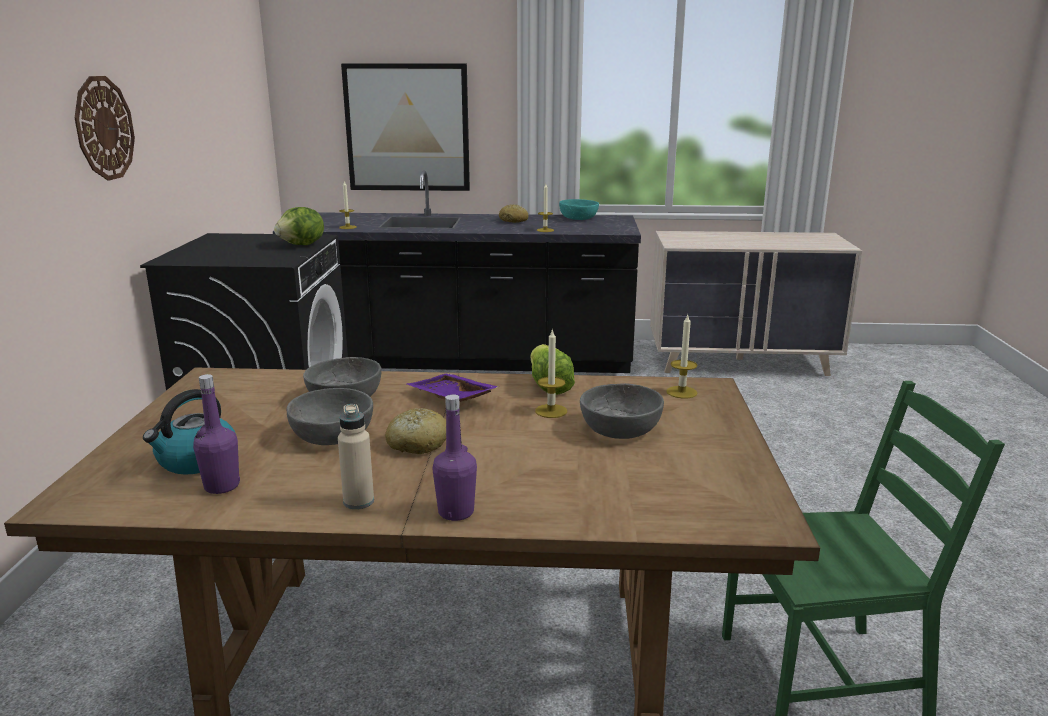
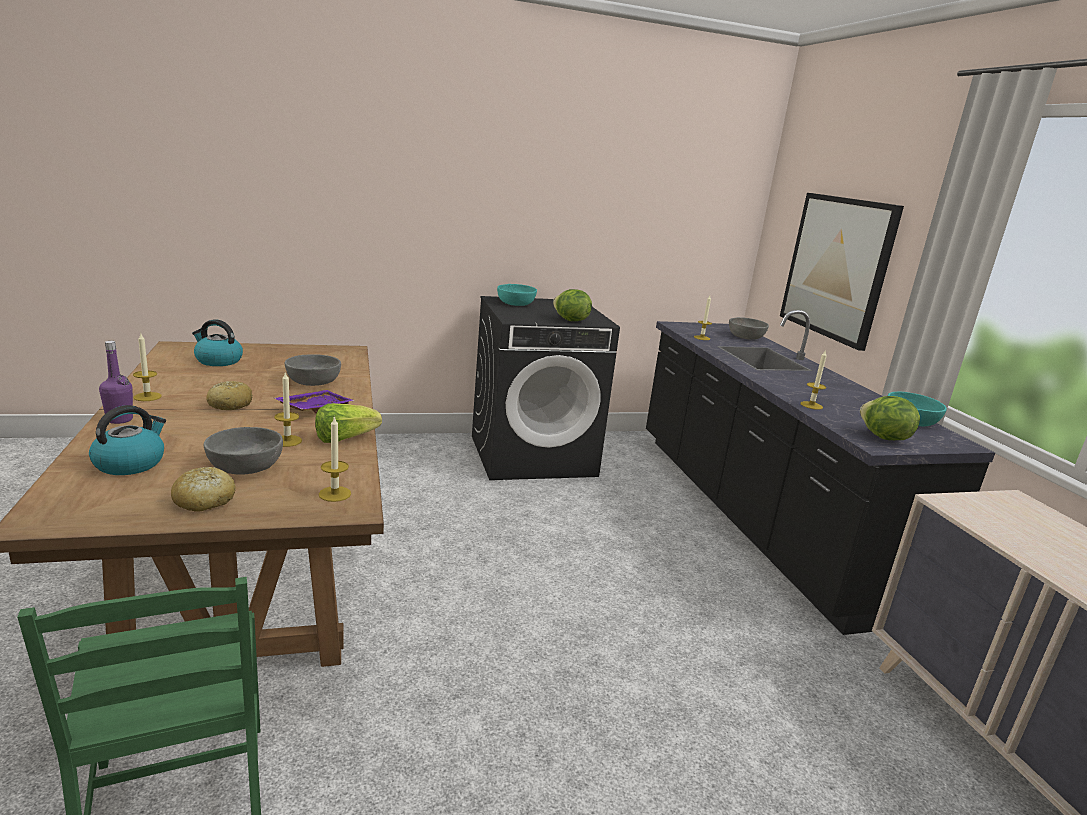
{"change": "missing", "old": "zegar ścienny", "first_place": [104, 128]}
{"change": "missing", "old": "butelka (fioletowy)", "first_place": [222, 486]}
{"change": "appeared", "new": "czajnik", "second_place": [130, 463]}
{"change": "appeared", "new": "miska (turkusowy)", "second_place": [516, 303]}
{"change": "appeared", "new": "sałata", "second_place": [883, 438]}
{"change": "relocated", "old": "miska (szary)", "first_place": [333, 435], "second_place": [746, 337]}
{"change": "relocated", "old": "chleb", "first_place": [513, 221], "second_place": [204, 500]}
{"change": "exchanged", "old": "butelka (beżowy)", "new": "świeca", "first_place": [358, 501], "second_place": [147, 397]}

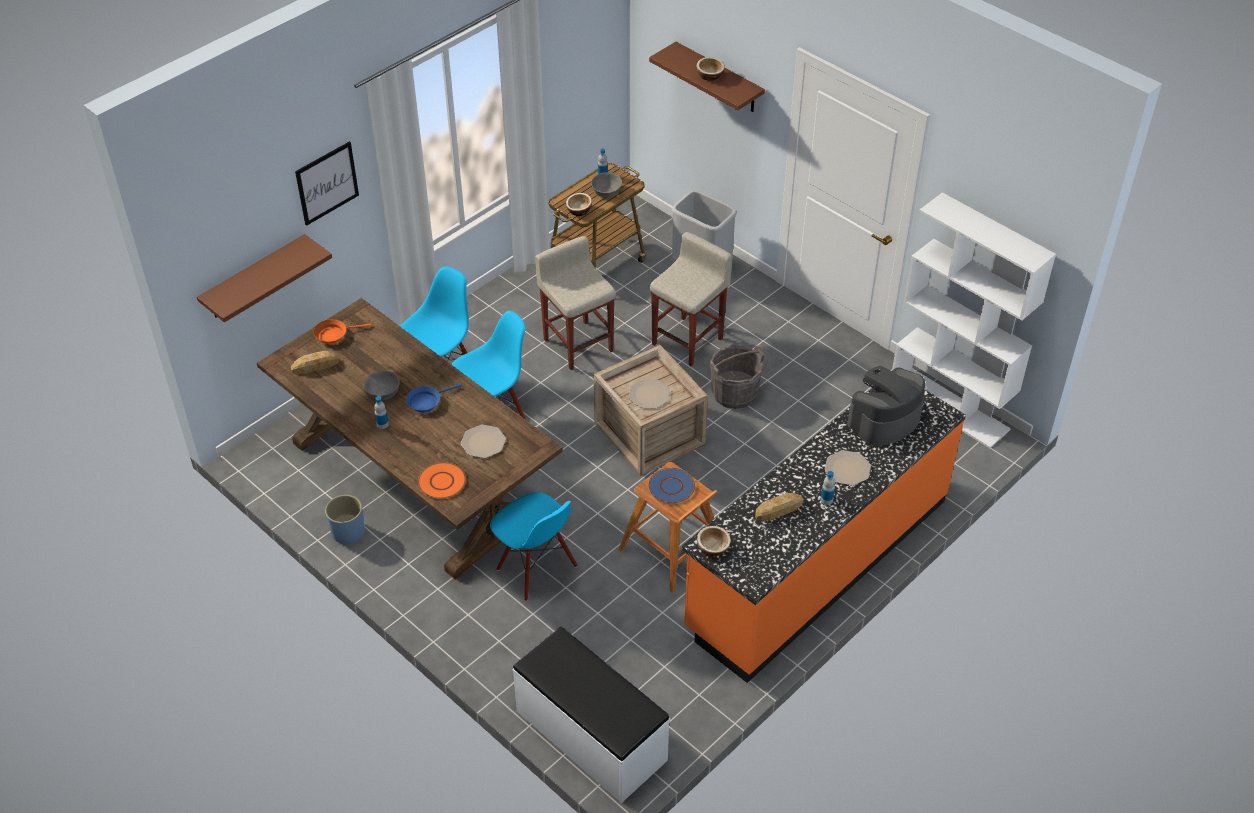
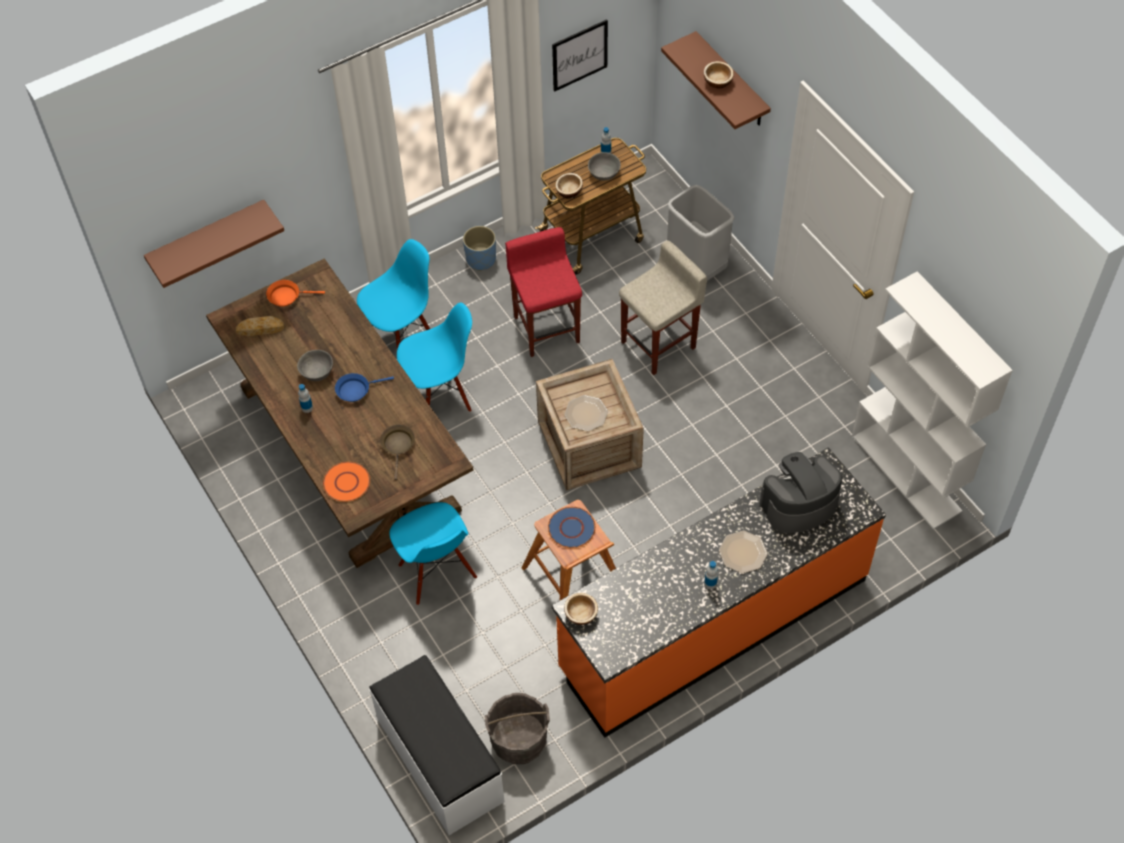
{"change": "missing", "old": "chleb", "first_place": [779, 509]}
{"change": "relocated", "old": "obraz", "first_place": [327, 183], "second_place": [579, 55]}
{"change": "relocated", "old": "donica (niebieski)", "first_place": [348, 532], "second_place": [481, 259]}
{"change": "relocated", "old": "wiadro (szary)", "first_place": [734, 393], "second_place": [519, 741]}
{"change": "exchanged", "old": "talerz", "new": "patelnia (brązowy)", "first_place": [483, 442], "second_place": [398, 446]}
{"change": "colour", "old": "stołek (beżowy)", "new": "stołek (czerwony)", "first_place": [578, 344], "second_place": [546, 328]}

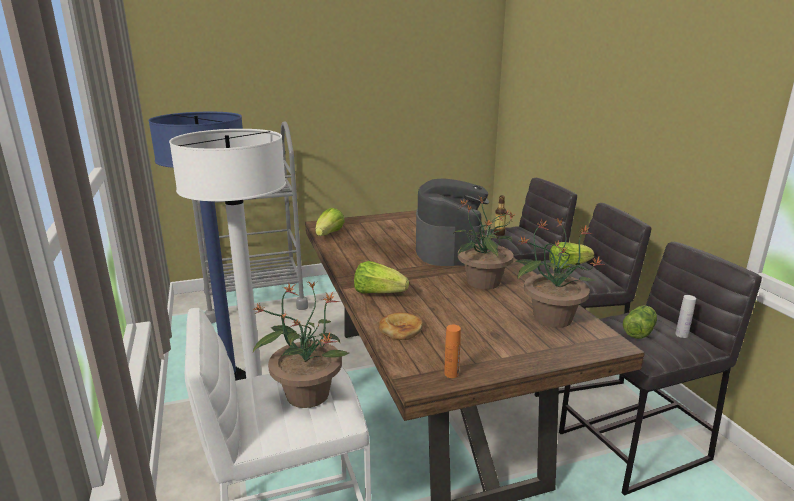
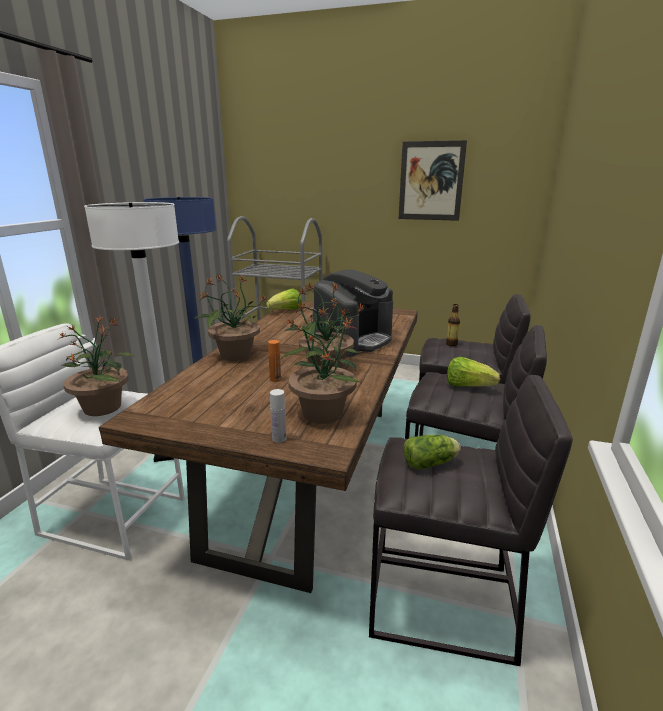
{"change": "missing", "old": "chleb", "first_place": [400, 329]}
{"change": "appeared", "new": "obraz", "second_place": [431, 181]}
{"change": "relocated", "old": "butelka (pomarańczowy)", "first_place": [451, 374], "second_place": [275, 379]}
{"change": "relocated", "old": "butelka (biały)", "first_place": [681, 335], "second_place": [279, 438]}
{"change": "exchanged", "old": "sałata", "new": "roślina doniczkowa", "first_place": [378, 293], "second_place": [235, 355]}

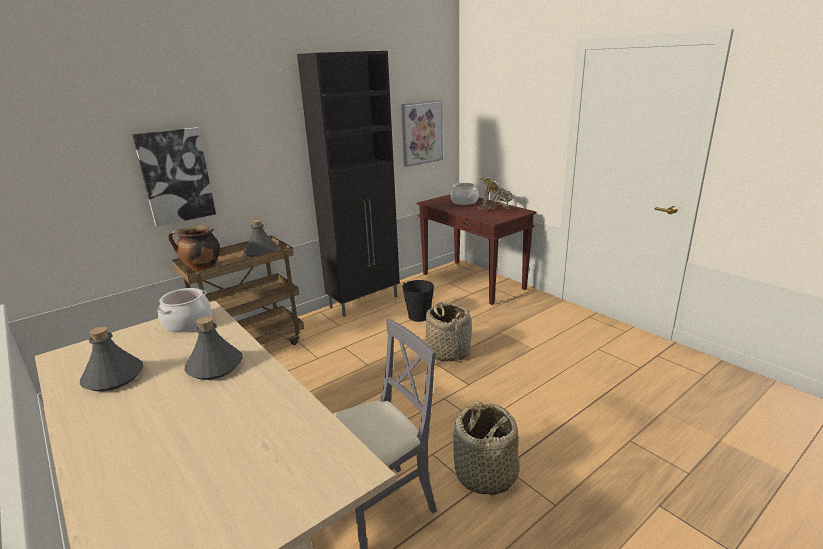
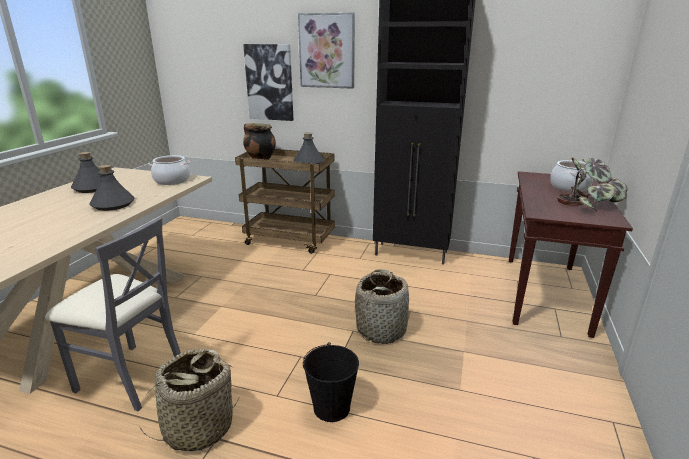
{"change": "relocated", "old": "obraz", "first_place": [421, 133], "second_place": [327, 51]}
{"change": "relocated", "old": "wiadro (czarny)", "first_place": [419, 316], "second_place": [332, 407]}

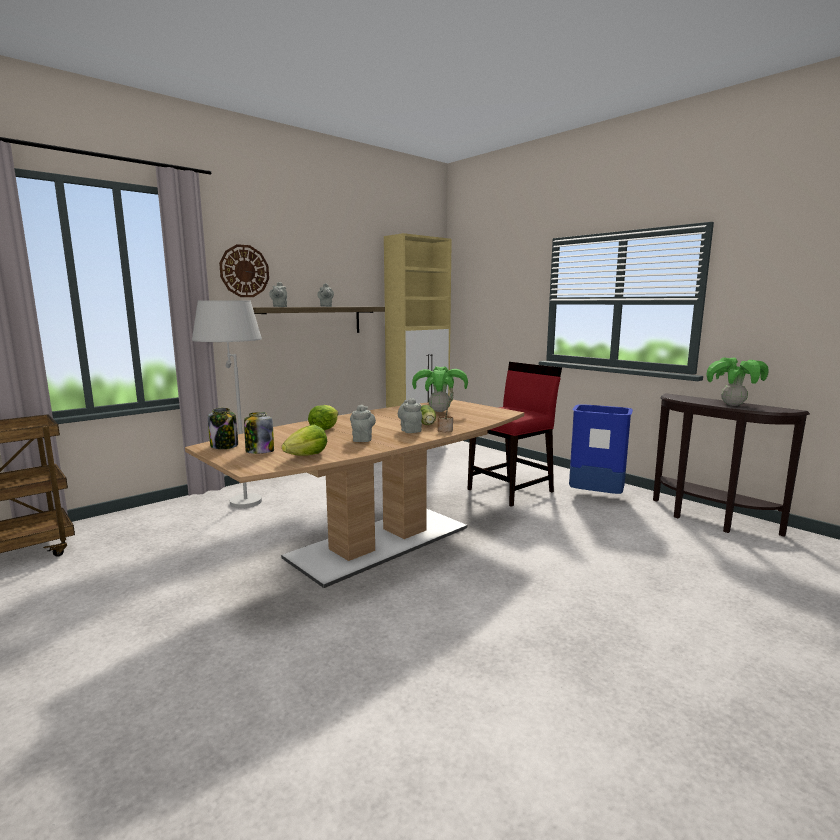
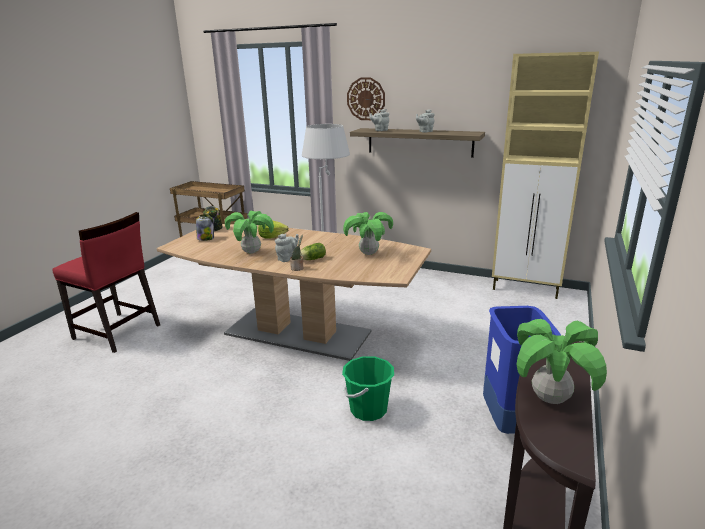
{"change": "missing", "old": "sałata", "first_place": [307, 456]}
{"change": "appeared", "new": "wiadro (zielony)", "second_place": [368, 409]}
{"change": "relocated", "old": "krzesło (czerwony)", "first_place": [511, 490], "second_place": [117, 332]}
{"change": "exchanged", "old": "imbryk (szary)", "new": "roślina doniczkowa", "first_place": [362, 439], "second_place": [251, 252]}

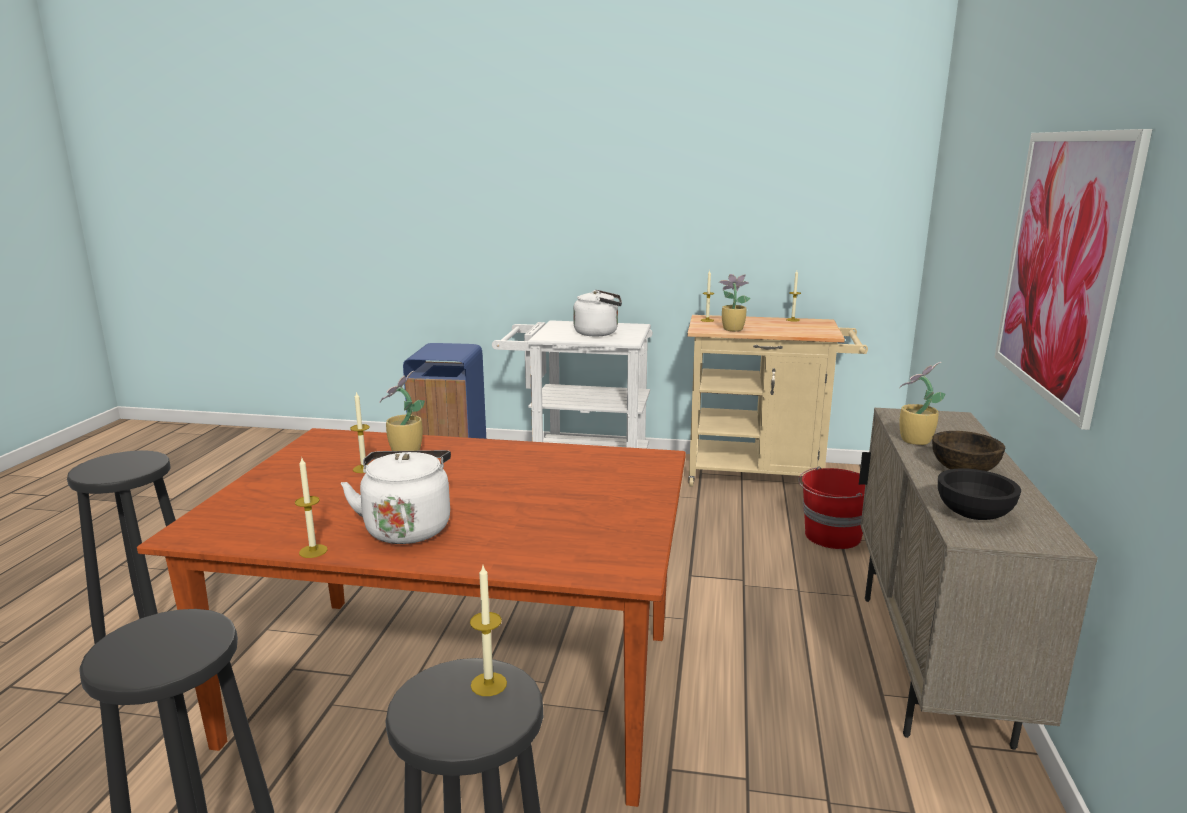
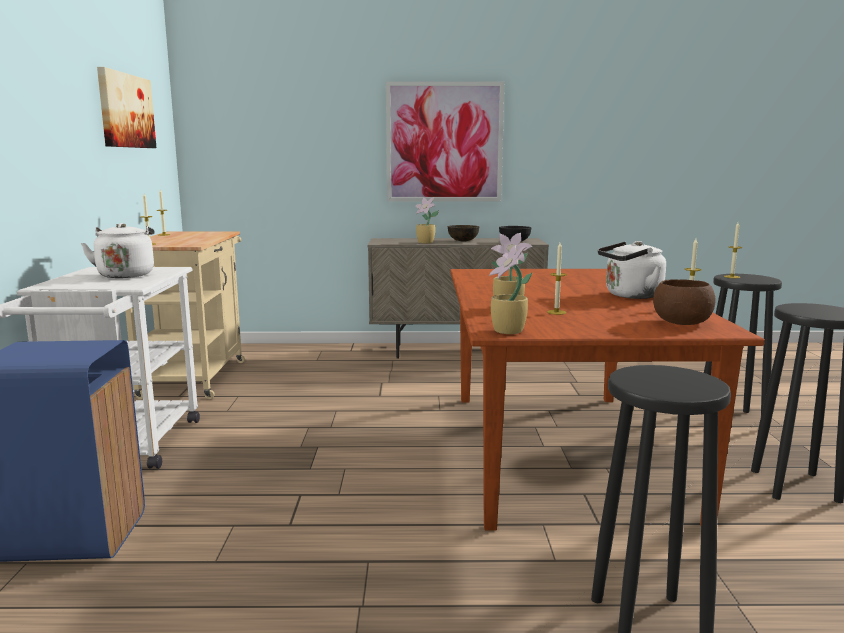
{"change": "missing", "old": "wiadro (czerwony)", "first_place": [831, 536]}
{"change": "appeared", "new": "obraz", "second_place": [126, 111]}
{"change": "appeared", "new": "miska (brązowy)", "second_place": [682, 322]}
{"change": "relocated", "old": "roślina doniczkowa", "first_place": [731, 329], "second_place": [508, 331]}

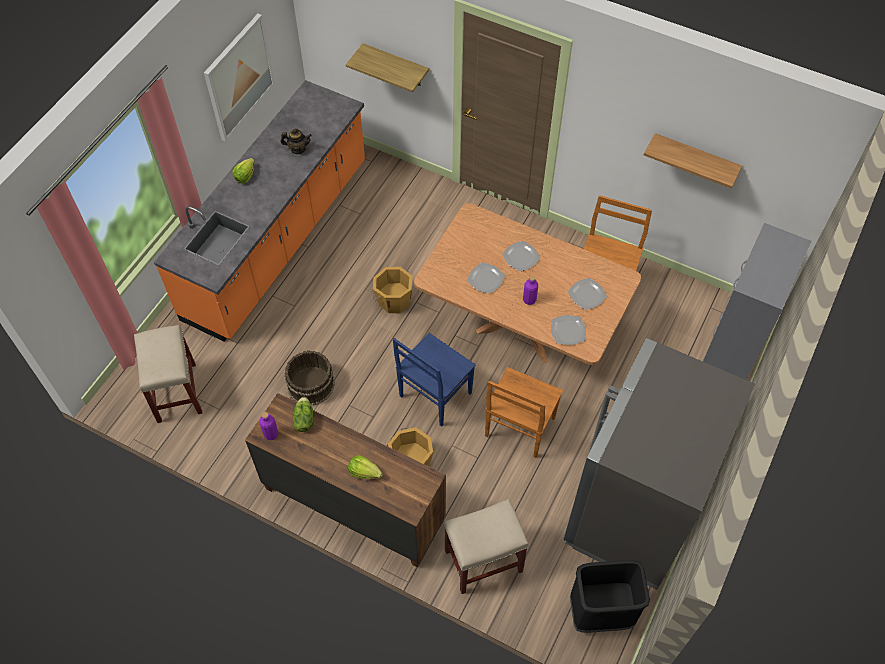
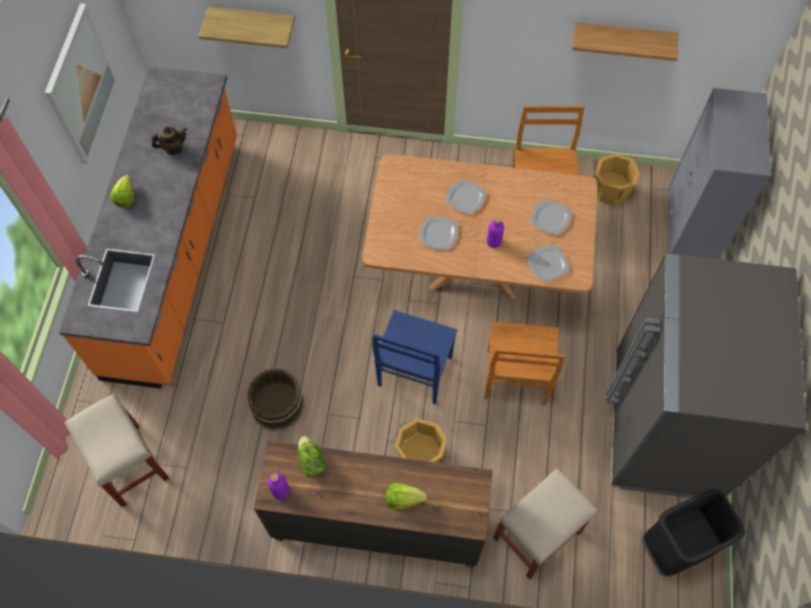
{"change": "relocated", "old": "wiadro (pomarańczowy)", "first_place": [393, 300], "second_place": [610, 191]}

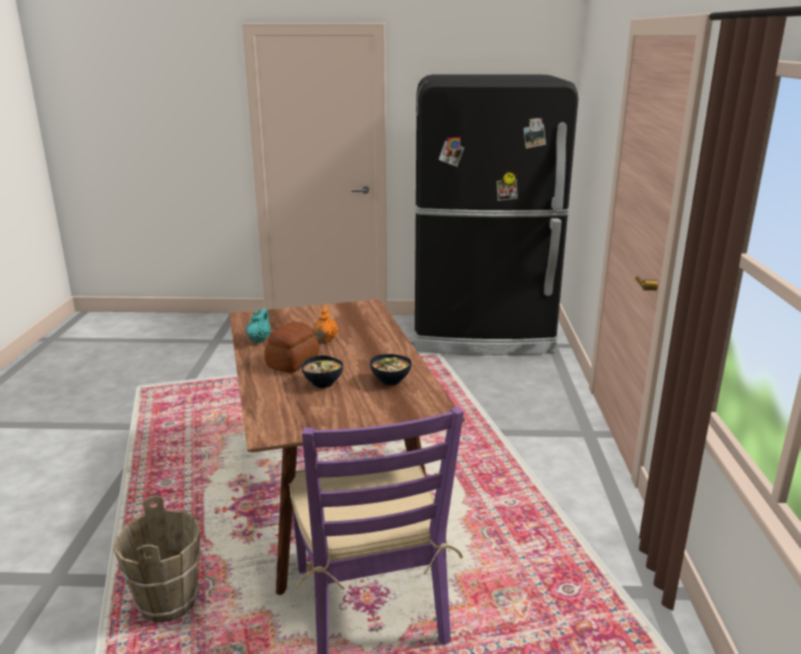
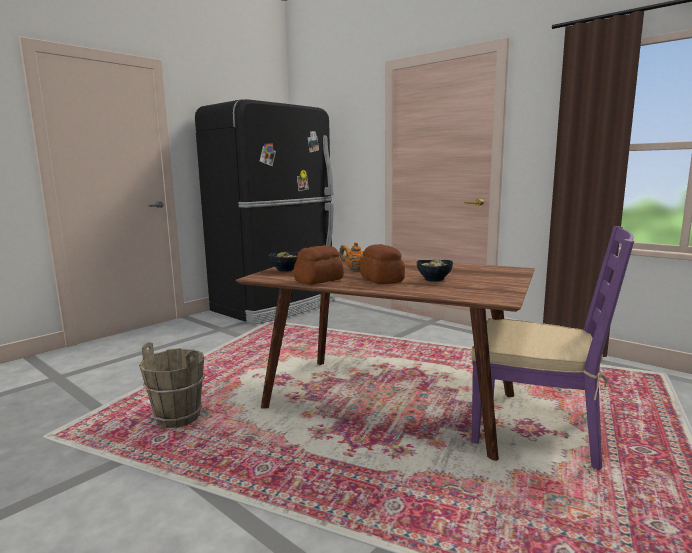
{"change": "relocated", "old": "wiadro (brązowy)", "first_place": [169, 602], "second_place": [178, 418]}
{"change": "relocated", "old": "miska", "first_place": [390, 380], "second_place": [285, 270]}
{"change": "exchanged", "old": "imbryk (turkusowy)", "new": "chleb", "first_place": [259, 340], "second_place": [318, 280]}

